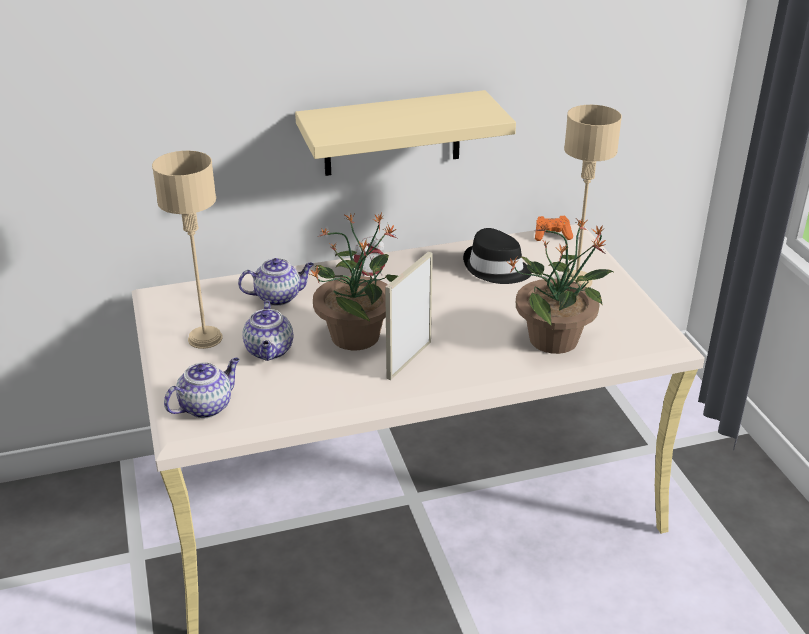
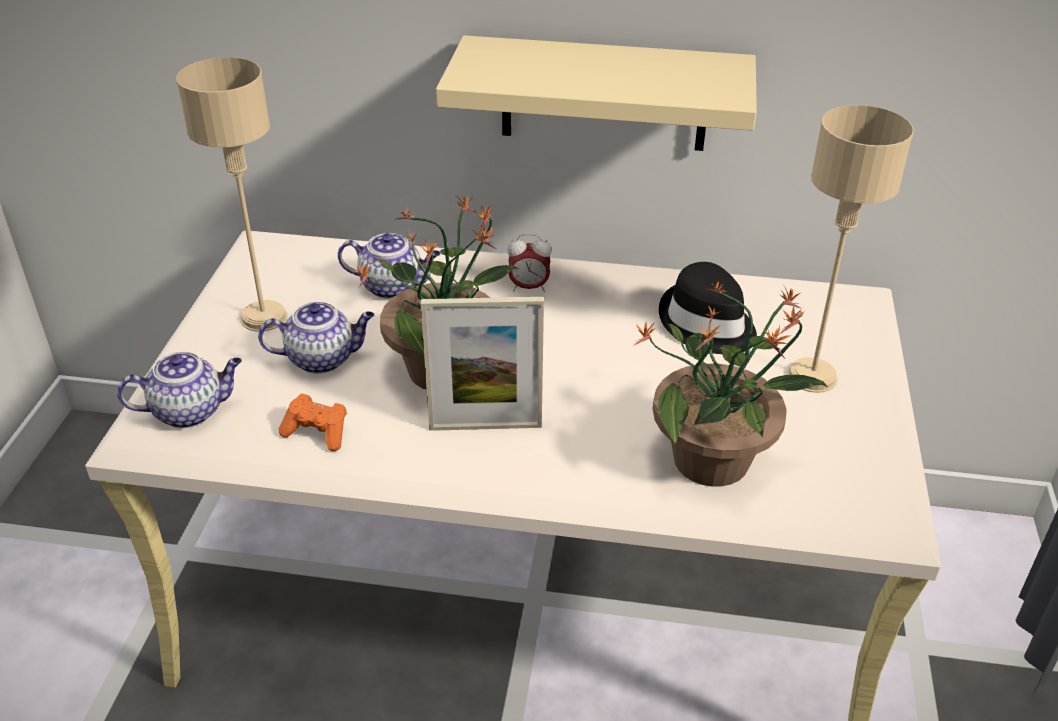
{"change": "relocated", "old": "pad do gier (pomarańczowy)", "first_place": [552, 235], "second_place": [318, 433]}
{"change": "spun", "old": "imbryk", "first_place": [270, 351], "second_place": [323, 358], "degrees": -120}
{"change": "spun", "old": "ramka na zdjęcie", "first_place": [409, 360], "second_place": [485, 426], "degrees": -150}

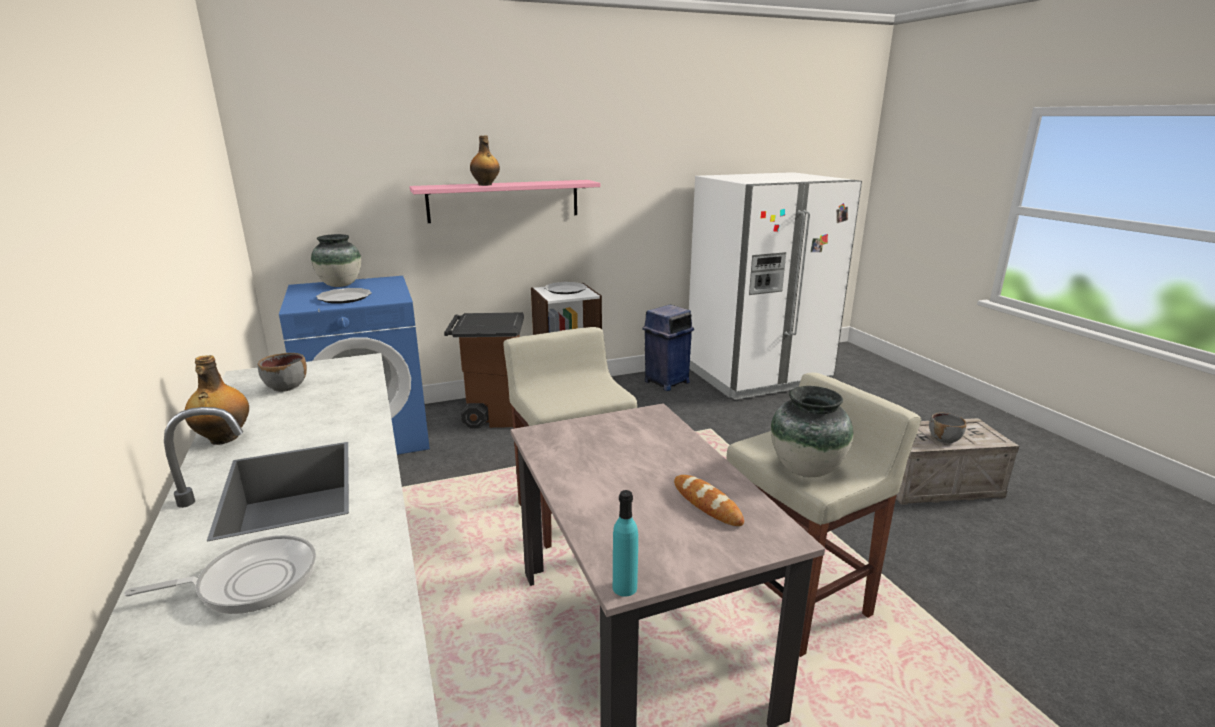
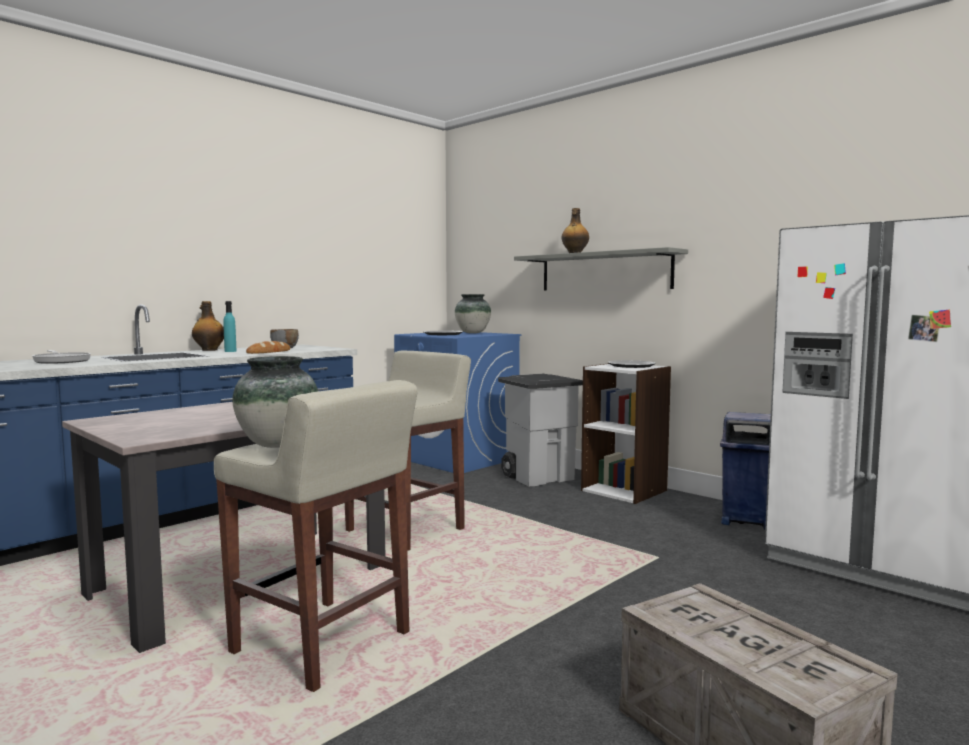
{"change": "missing", "old": "miska (szary)", "first_place": [944, 439]}
{"change": "relocated", "old": "butelka (turkusowy)", "first_place": [624, 587], "second_place": [230, 351]}
{"change": "relocated", "old": "chleb", "first_place": [707, 504], "second_place": [269, 352]}
{"change": "colour", "old": "półka (różowy)", "new": "półka (szary)", "first_place": [504, 201], "second_place": [604, 271]}
{"change": "colour", "old": "kosz na śmieci (brązowy)", "new": "kosz na śmieci (szary)", "first_place": [492, 416], "second_place": [539, 477]}

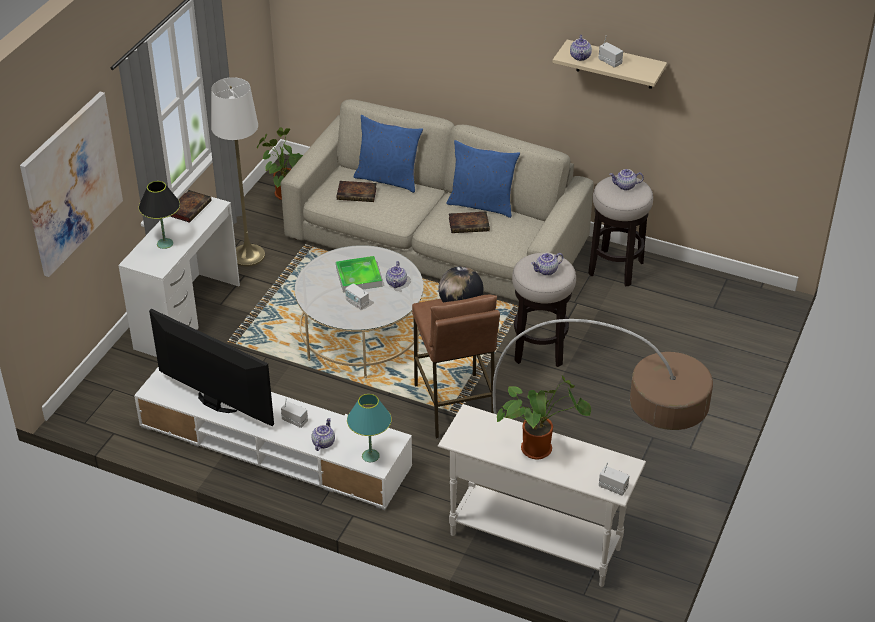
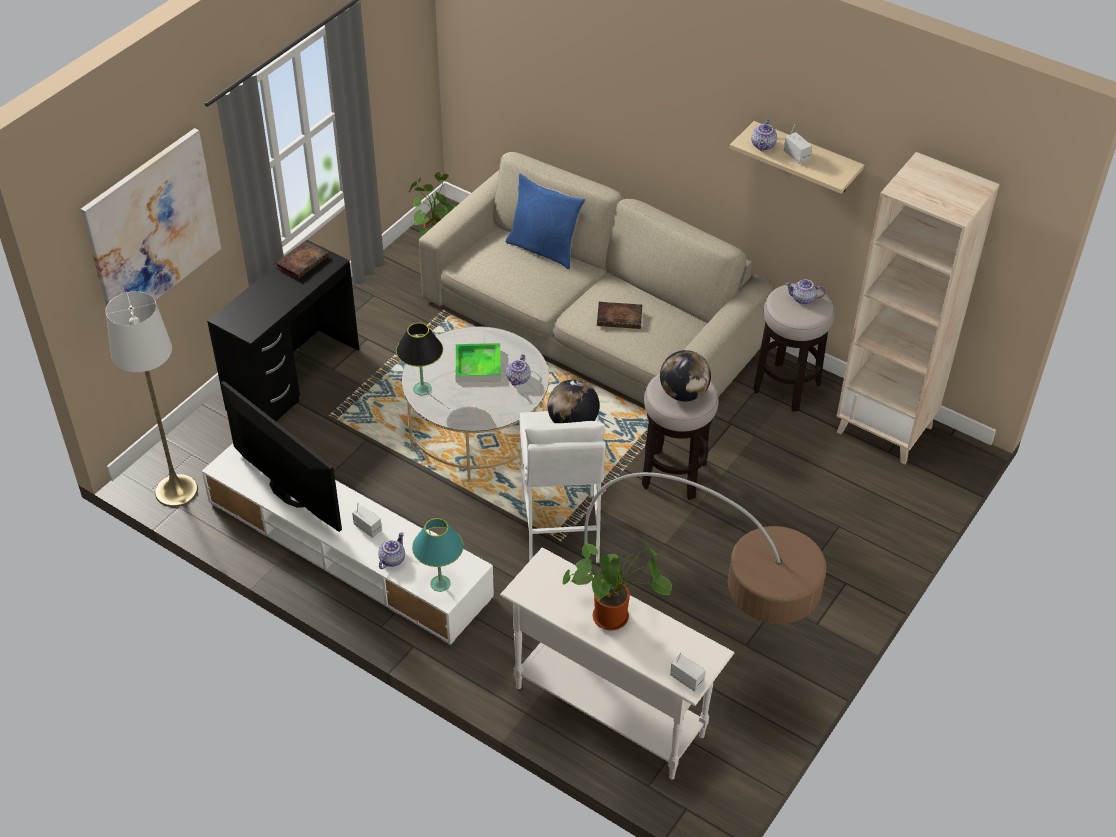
{"change": "missing", "old": "książka", "first_place": [357, 193]}
{"change": "missing", "old": "radio", "first_place": [357, 303]}
{"change": "missing", "old": "poduszka (niebieski)", "first_place": [482, 204]}
{"change": "appeared", "new": "regał (beżowy)", "second_place": [885, 429]}
{"change": "relocated", "old": "lampa stołowa (czarny)", "first_place": [165, 243], "second_place": [422, 389]}
{"change": "relocated", "old": "lampa stojąca (biały)", "first_place": [248, 255], "second_place": [176, 491]}
{"change": "exchanged", "old": "imbryk", "new": "globus", "first_place": [546, 271], "second_place": [683, 393]}
{"change": "colour", "old": "biurko (biały)", "new": "biurko (czarny)", "first_place": [187, 316], "second_place": [293, 378]}
{"change": "colour", "old": "stołek (brązowy)", "new": "stołek (biały)", "first_place": [454, 406], "second_place": [560, 530]}

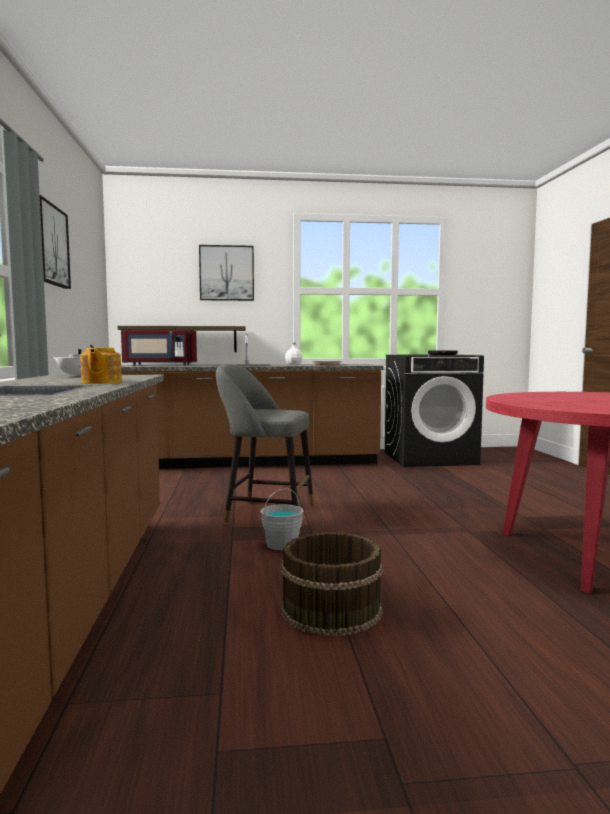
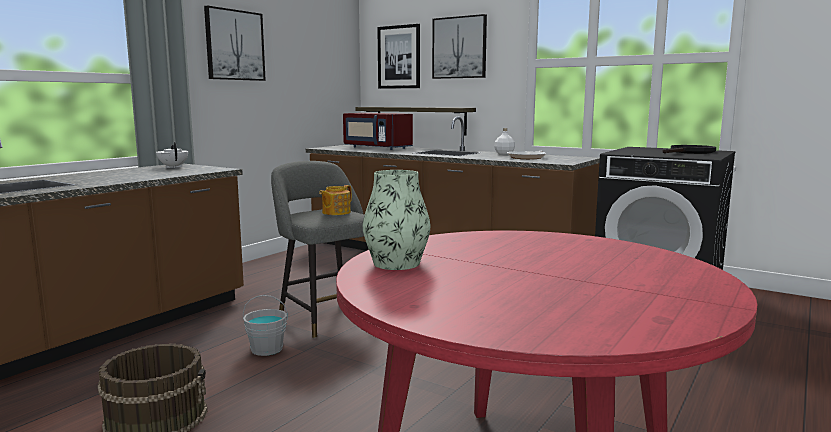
{"change": "appeared", "new": "wazon", "second_place": [396, 263]}
{"change": "appeared", "new": "obraz", "second_place": [399, 57]}
{"change": "relocated", "old": "imbryk", "first_place": [100, 382], "second_place": [335, 212]}

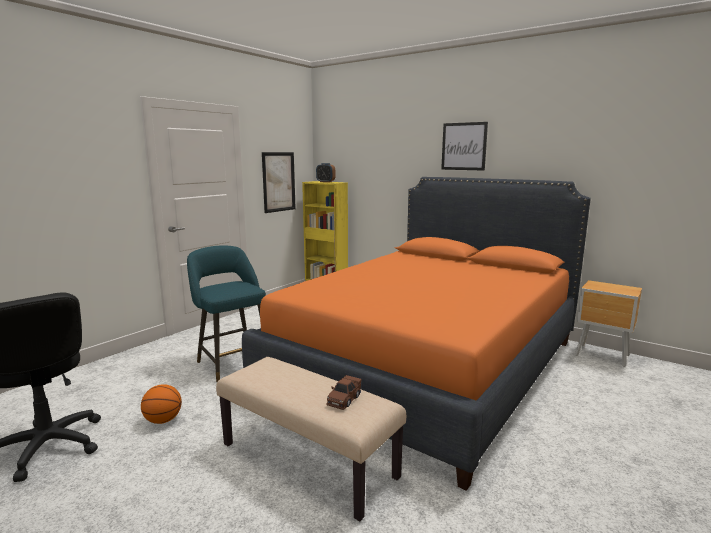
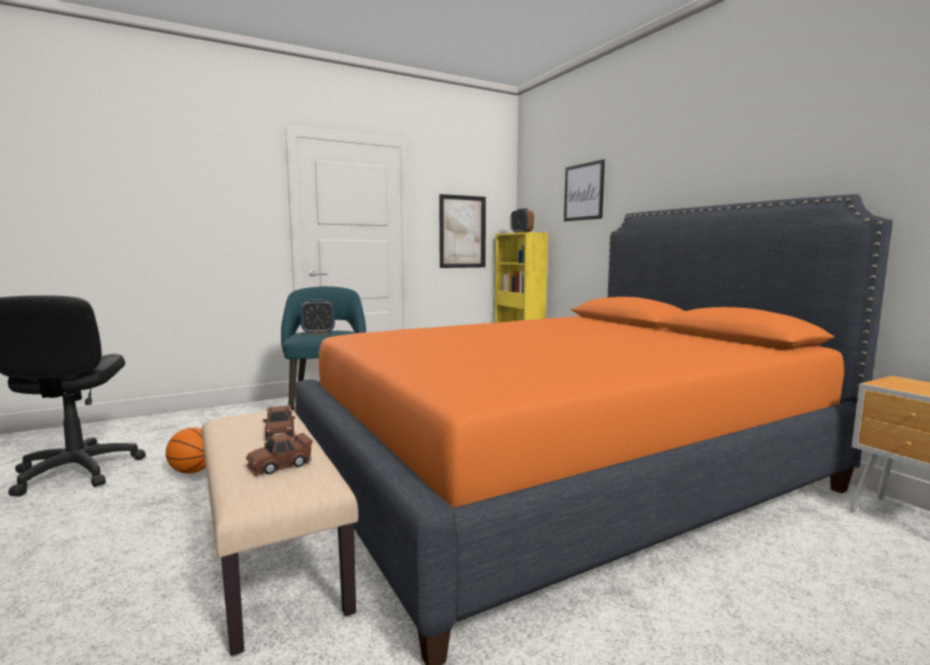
{"change": "appeared", "new": "samochodzik (brązowy)", "second_place": [280, 433]}
{"change": "appeared", "new": "budzik", "second_place": [318, 333]}
{"change": "relocated", "old": "obraz", "first_place": [464, 146], "second_place": [583, 192]}

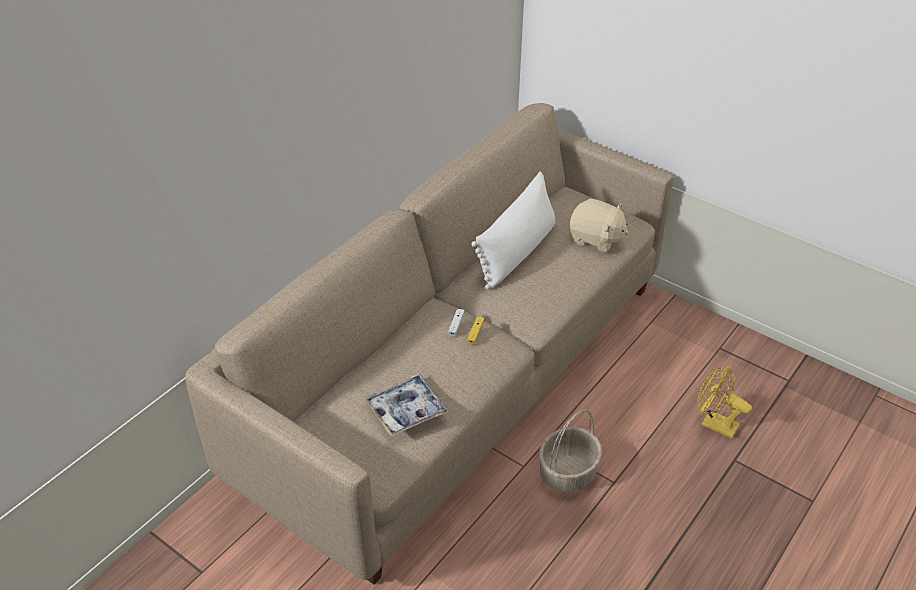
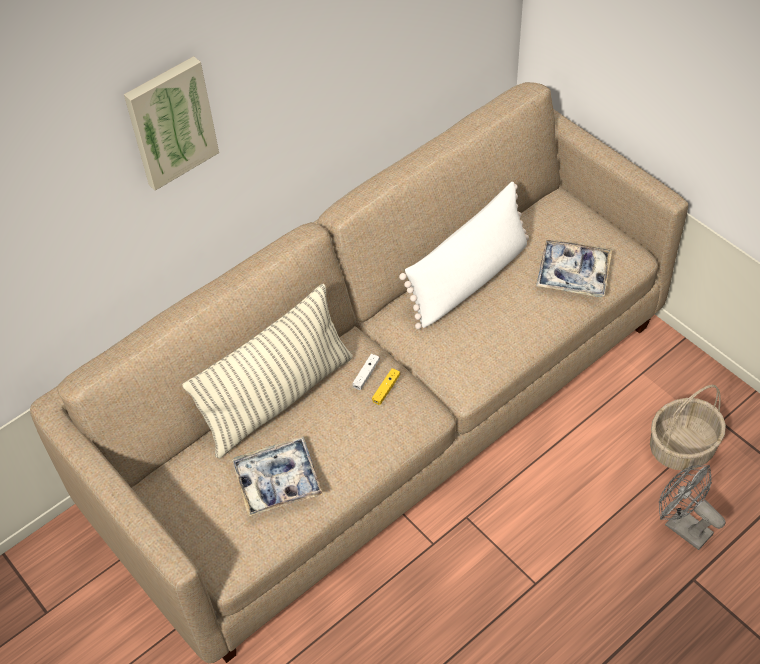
{"change": "appeared", "new": "obraz", "second_place": [170, 122]}
{"change": "appeared", "new": "poduszka", "second_place": [278, 398]}
{"change": "relocated", "old": "koszyk", "first_place": [568, 473], "second_place": [681, 448]}
{"change": "exchanged", "old": "pluszak (beżowy)", "new": "taca", "first_place": [596, 239], "second_place": [573, 274]}
{"change": "colour", "old": "wentylator (żółty)", "new": "wentylator (szary)", "first_place": [714, 424], "second_place": [681, 526]}

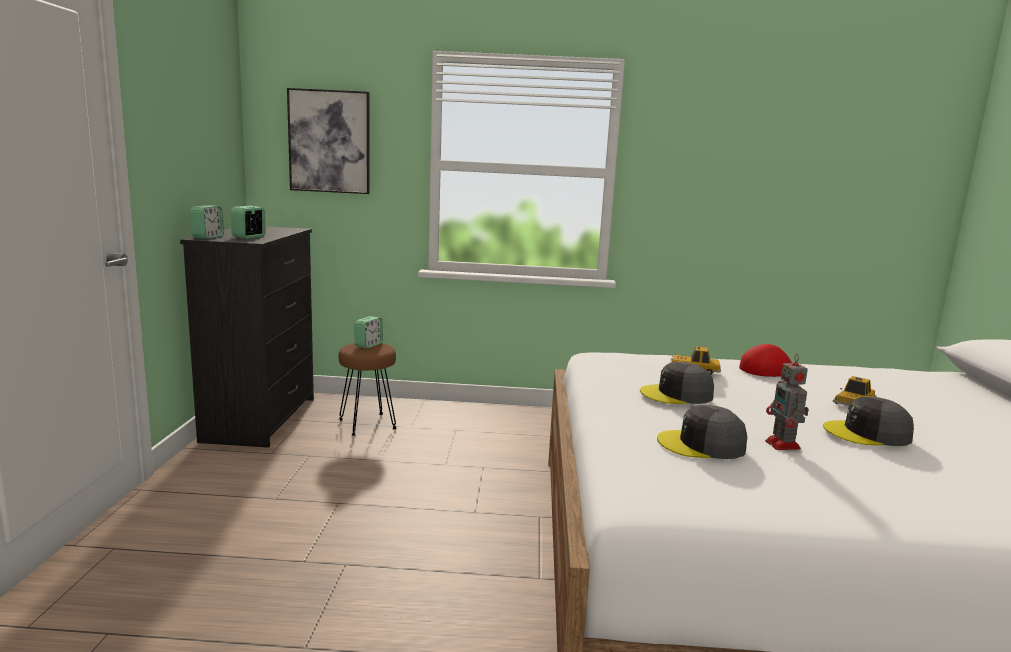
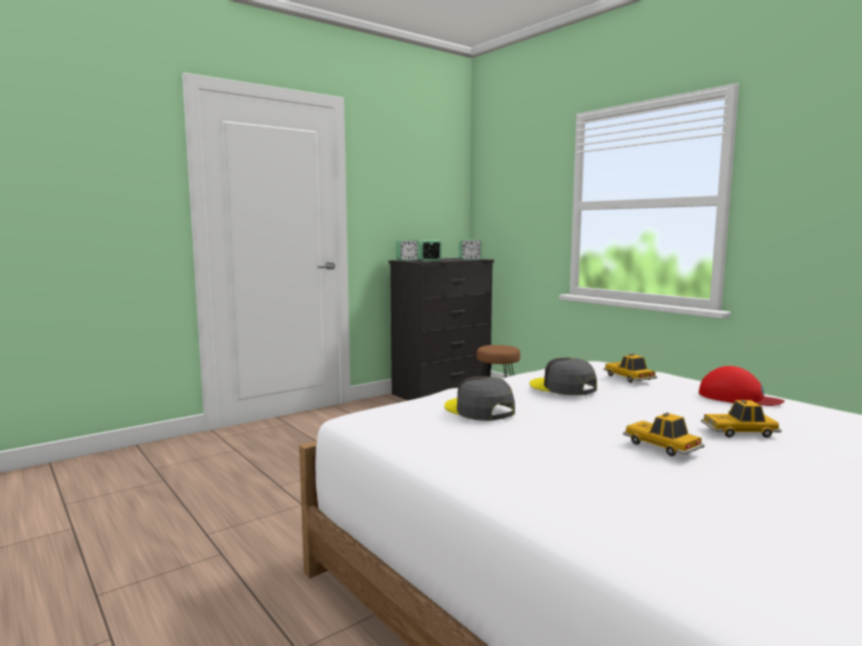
{"change": "missing", "old": "obraz", "first_place": [329, 142]}
{"change": "missing", "old": "robot zabawkowy", "first_place": [783, 445]}
{"change": "relocated", "old": "budzik", "first_place": [368, 345], "second_place": [470, 259]}
{"change": "exchanged", "old": "czapka z daszkiem (szary)", "new": "samochodzik", "first_place": [867, 433], "second_place": [661, 446]}

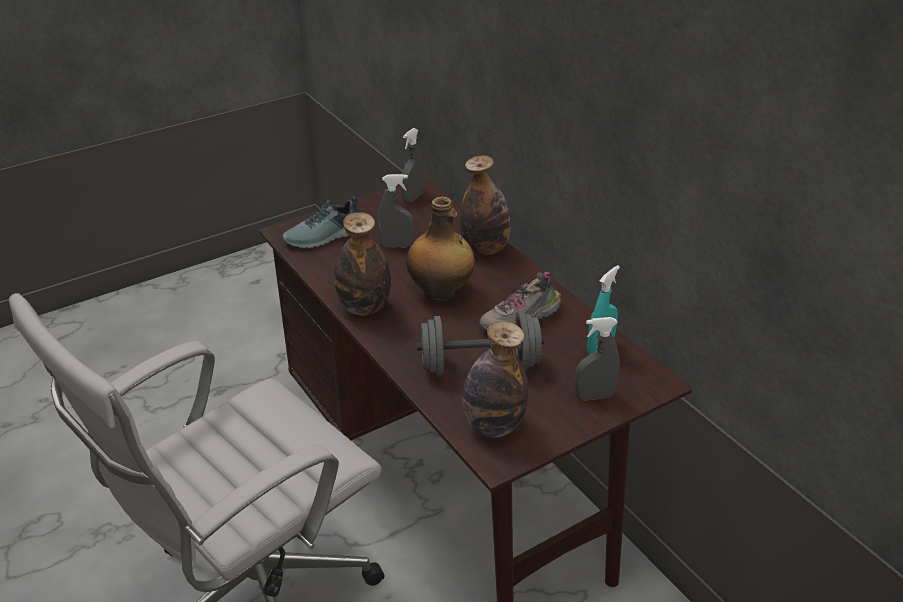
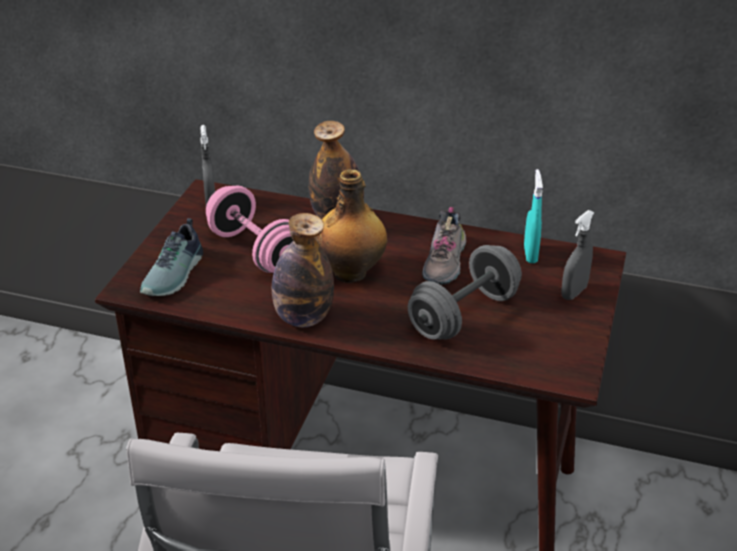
{"change": "missing", "old": "butelka", "first_place": [493, 426]}
{"change": "exchanged", "old": "spryskiwacz (szary)", "new": "hantel (różowy)", "first_place": [396, 245], "second_place": [255, 251]}

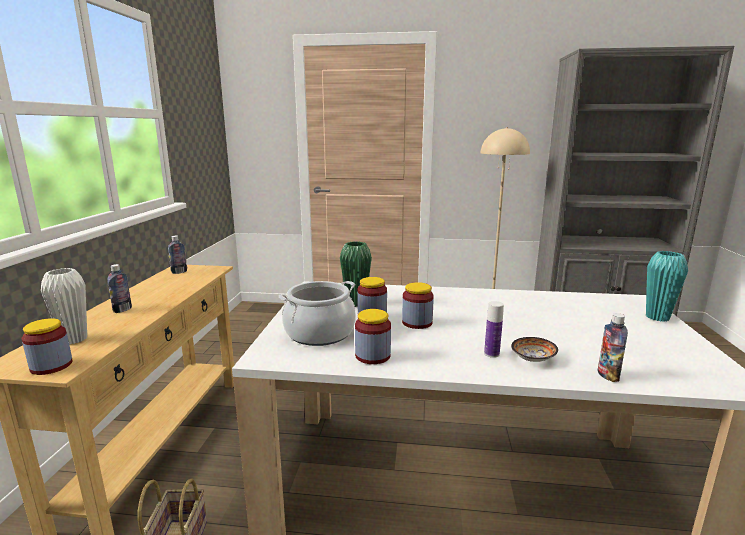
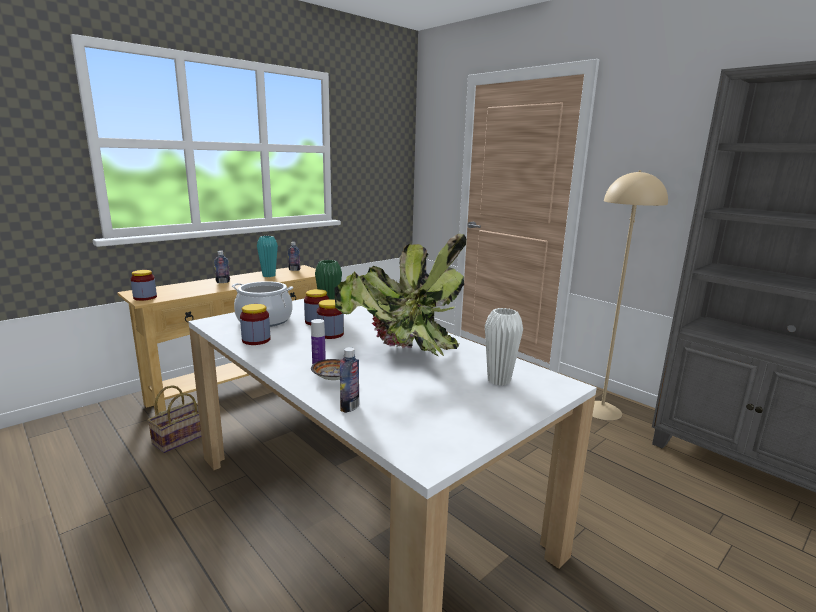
{"change": "appeared", "new": "roślina doniczkowa", "second_place": [404, 354]}
{"change": "relocated", "old": "wazon (biały)", "first_place": [74, 339], "second_place": [499, 380]}
{"change": "relocated", "old": "wazon (turkusowy)", "first_place": [657, 317], "second_place": [269, 275]}

